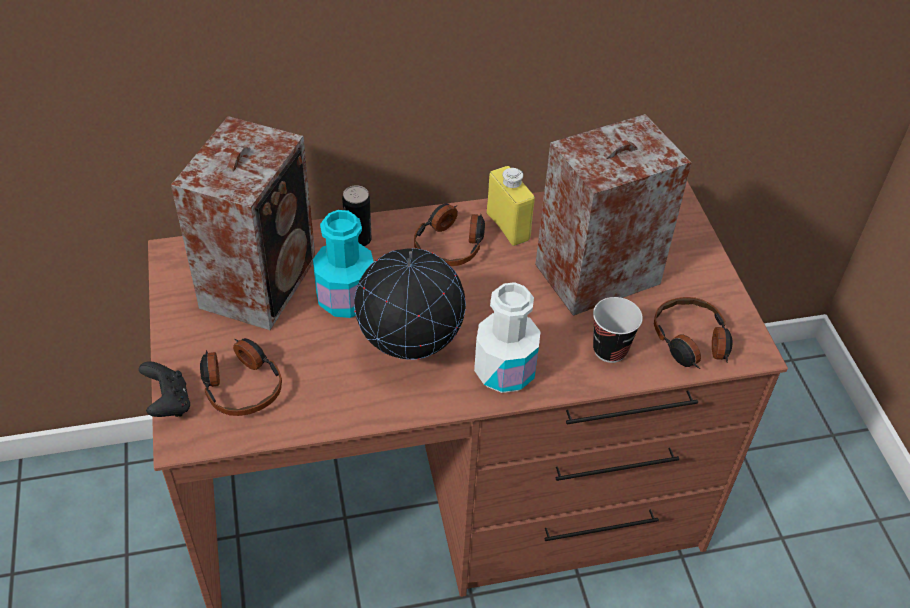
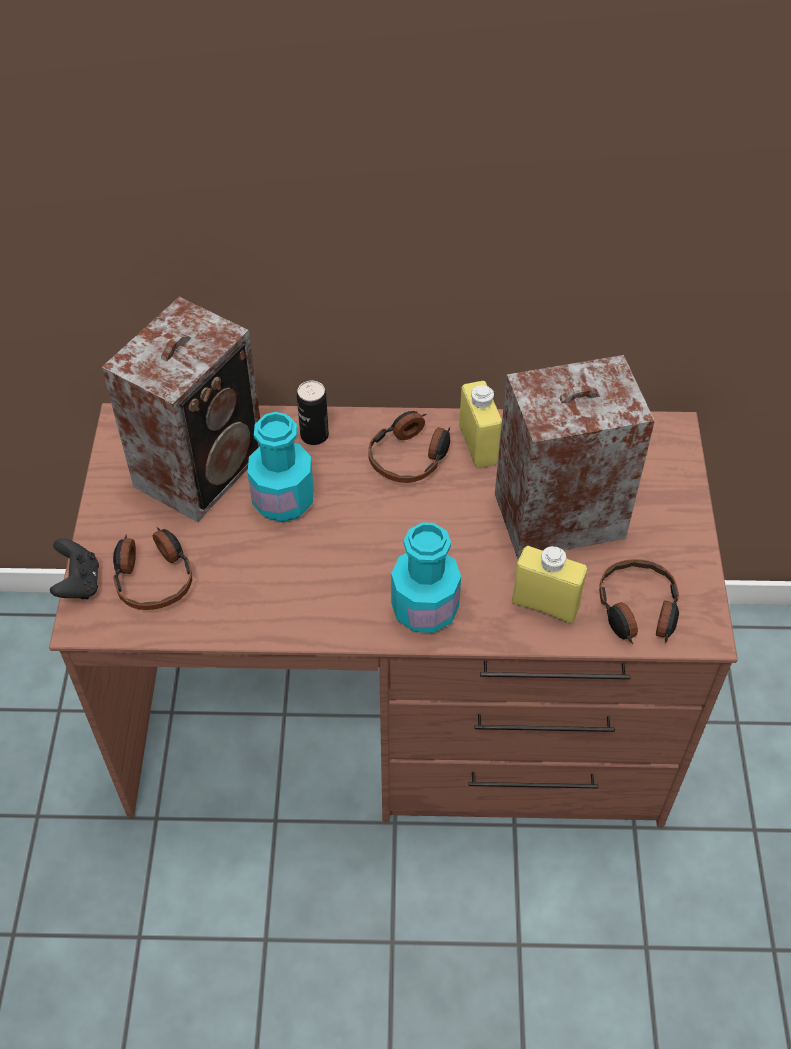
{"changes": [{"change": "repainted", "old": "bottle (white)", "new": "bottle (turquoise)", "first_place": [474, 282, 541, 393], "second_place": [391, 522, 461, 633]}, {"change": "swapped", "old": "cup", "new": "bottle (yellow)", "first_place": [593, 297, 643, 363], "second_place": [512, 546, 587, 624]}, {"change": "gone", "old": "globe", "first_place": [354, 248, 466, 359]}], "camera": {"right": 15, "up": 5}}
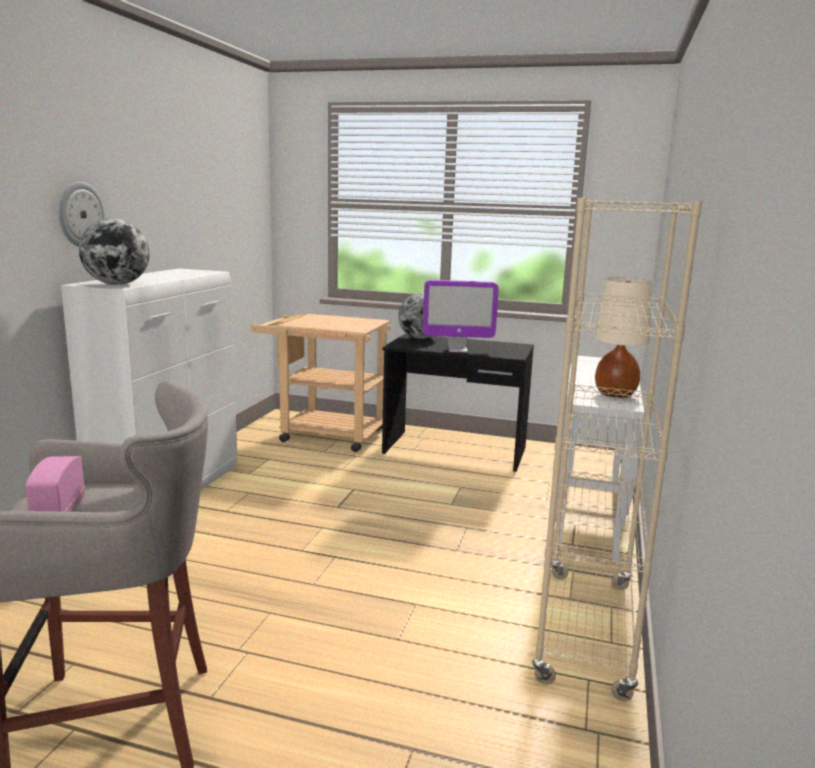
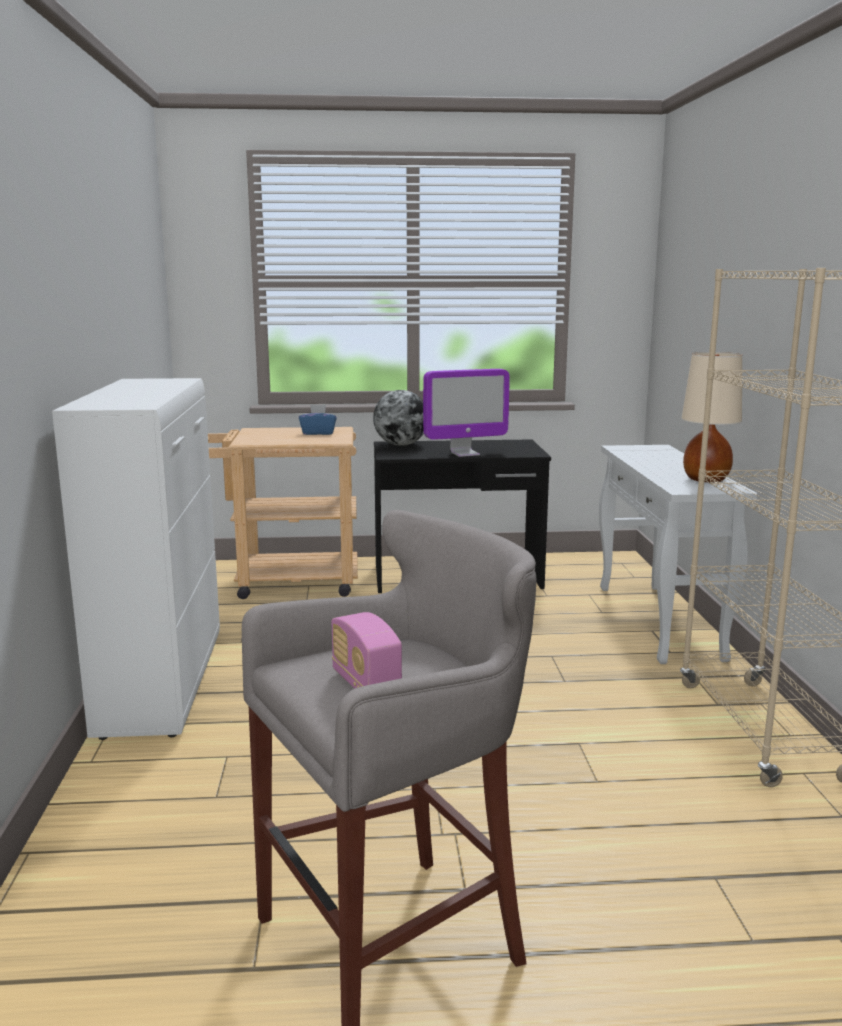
{"changes": [{"change": "new", "new": "tissue box (blue)", "second_place": [299, 405, 337, 435]}, {"change": "gone", "old": "wall clock", "first_place": [58, 181, 105, 247]}, {"change": "gone", "old": "globe", "first_place": [79, 218, 150, 285]}], "camera": {"right": -20, "up": 0}}
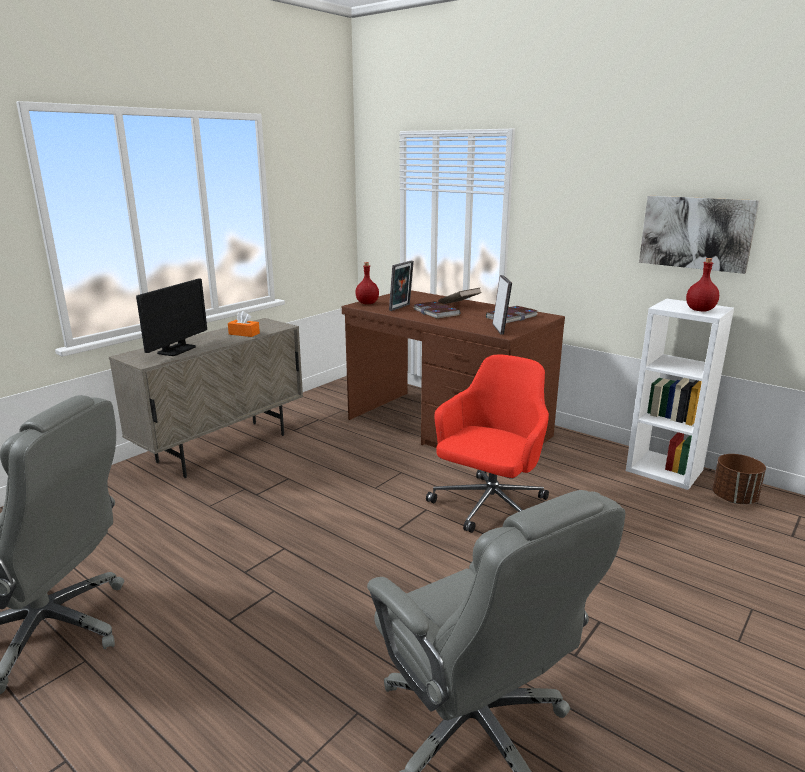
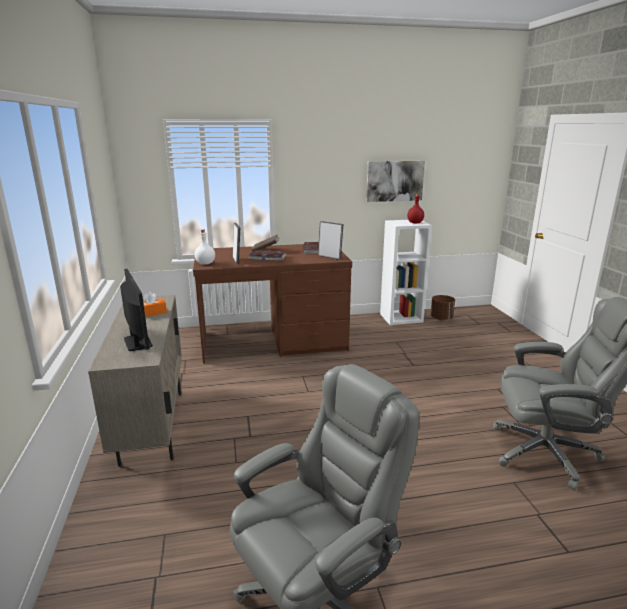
{"changes": [{"change": "repainted", "old": "bottle (red)", "new": "bottle (white)", "first_place": [355, 262, 379, 304], "second_place": [195, 230, 215, 265]}, {"change": "gone", "old": "office chair (red)", "first_place": [426, 355, 549, 533]}], "camera": {"right": -50, "up": 0}}
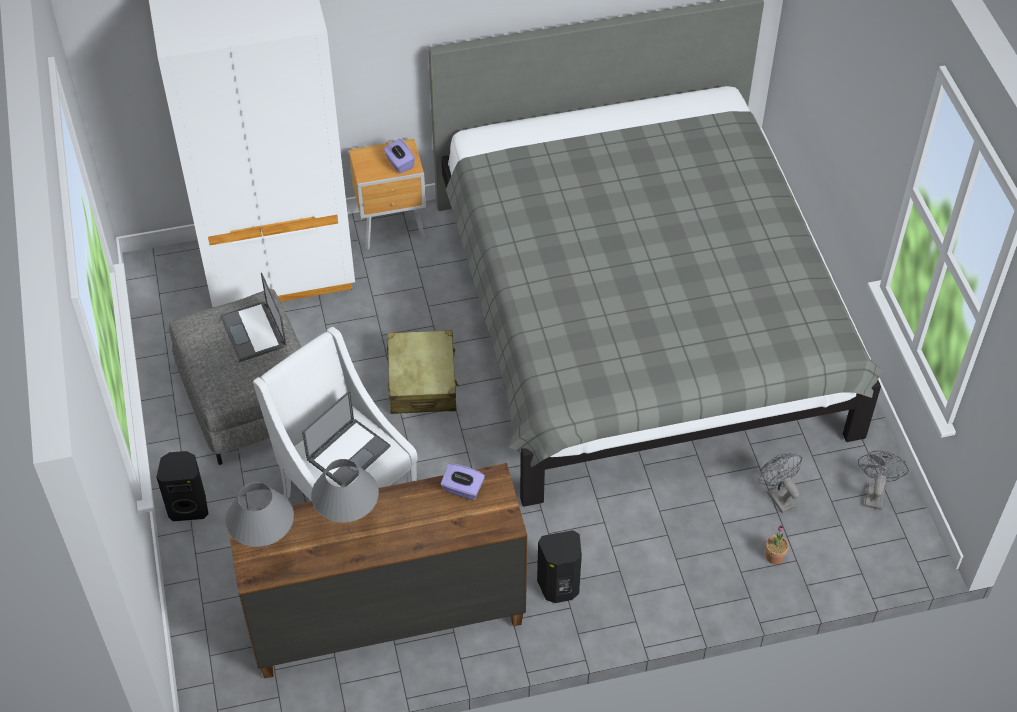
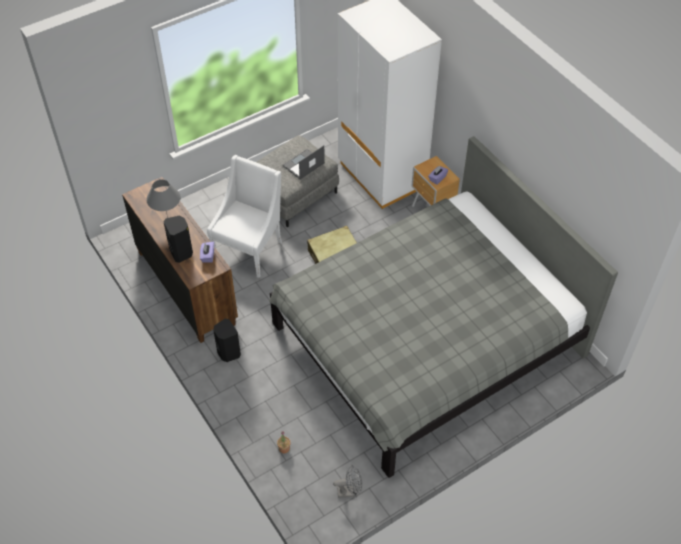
{"changes": [{"change": "shifted", "old": "speaker (black)", "first_place": [156, 451, 209, 521], "second_place": [163, 216, 193, 263]}, {"change": "gone", "old": "table lamp (grey)", "first_place": [226, 483, 294, 555]}, {"change": "gone", "old": "laptop", "first_place": [302, 390, 391, 486]}, {"change": "gone", "old": "fan (grey)", "first_place": [758, 453, 802, 513]}], "camera": {"right": 70, "up": 0}}
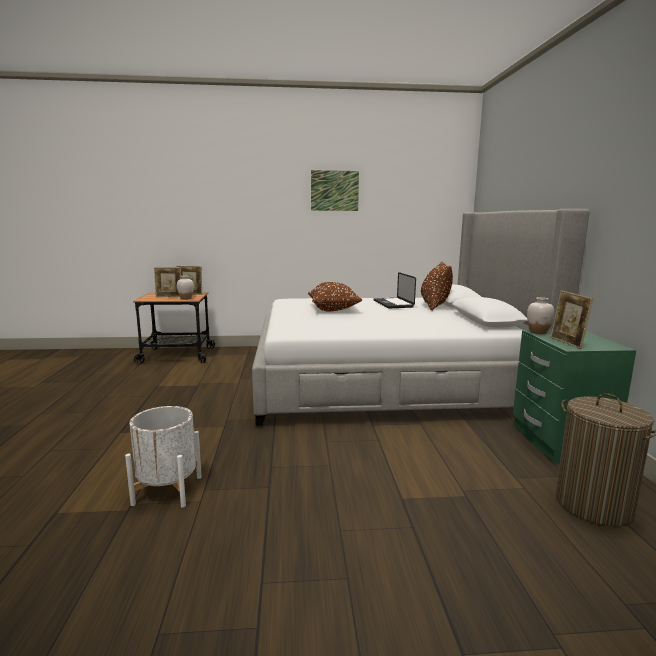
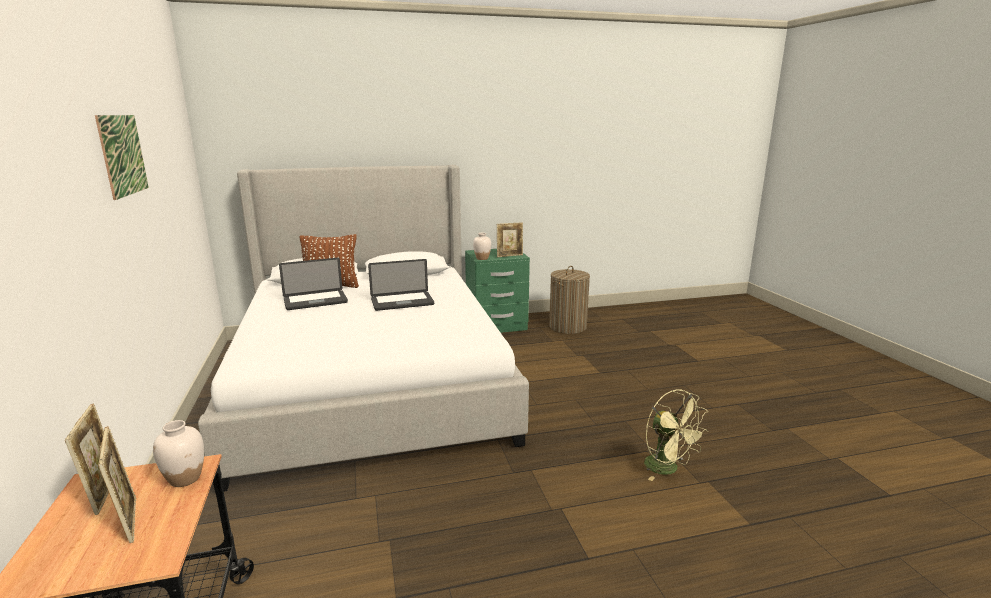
{"changes": [{"change": "new", "new": "laptop", "second_place": [368, 259, 434, 311]}, {"change": "swapped", "old": "planter (white)", "new": "fan (green)", "first_place": [125, 406, 202, 508], "second_place": [644, 390, 708, 481]}, {"change": "gone", "old": "pillow (brown)", "first_place": [308, 282, 362, 312]}], "camera": {"right": -100, "up": 5}}
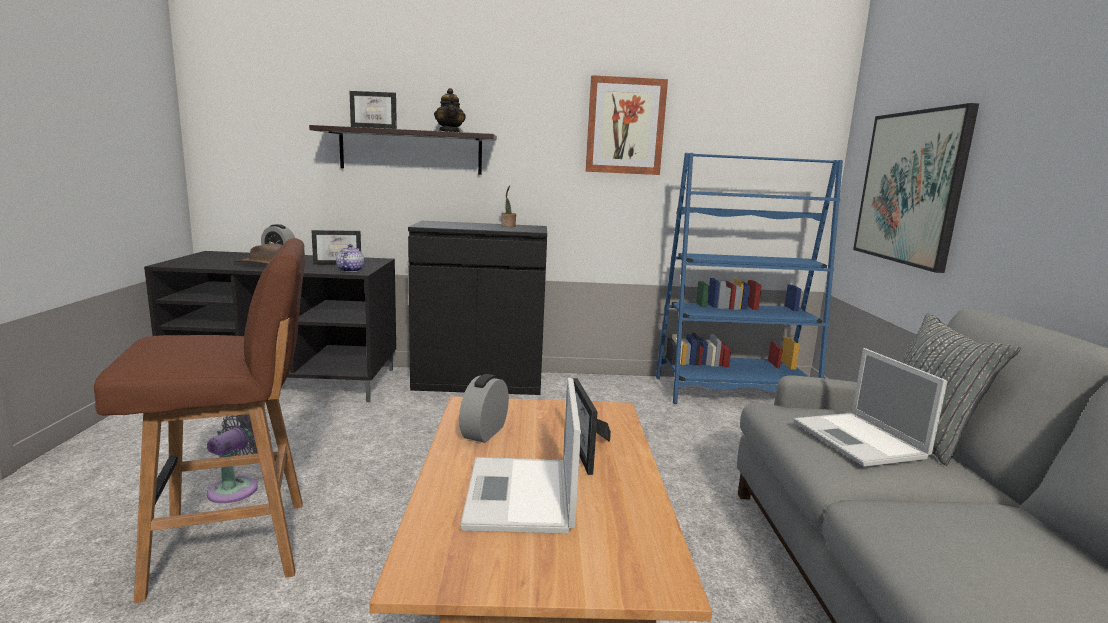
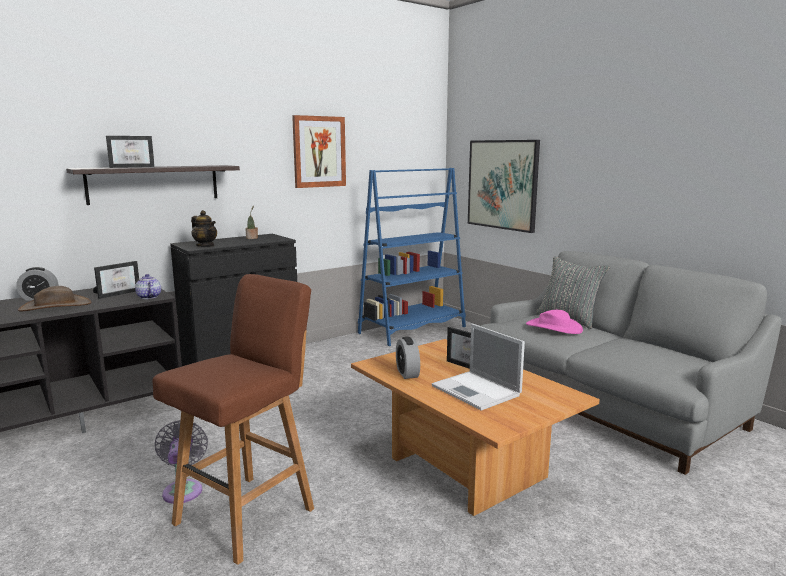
{"changes": [{"change": "shifted", "old": "teapot", "first_place": [434, 88, 466, 132], "second_place": [191, 210, 217, 247]}, {"change": "swapped", "old": "laptop", "new": "hat (pink)", "first_place": [794, 348, 948, 467], "second_place": [526, 310, 583, 334]}], "camera": {"right": -35, "up": 0}}
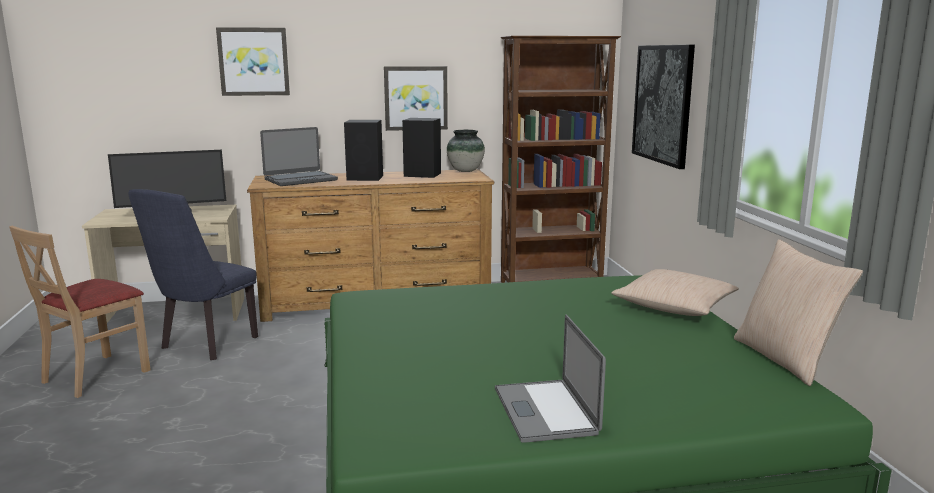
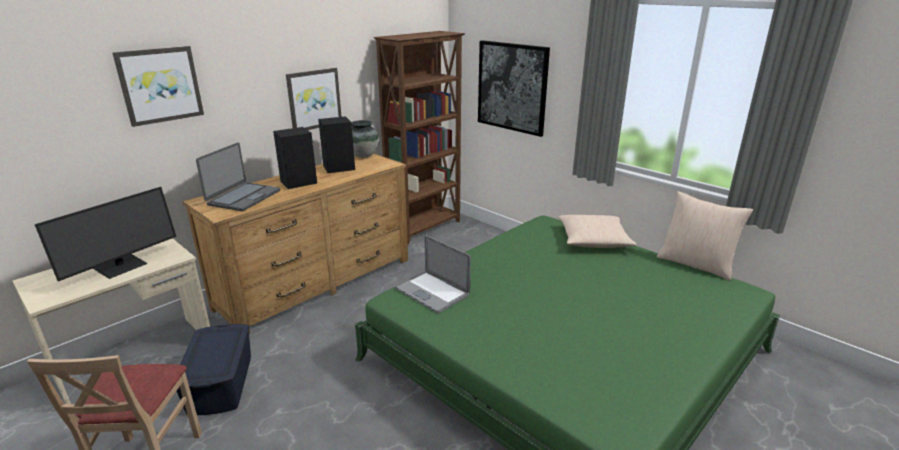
{"changes": [{"change": "swapped", "old": "chair (blue)", "new": "storage box (blue)", "first_place": [128, 189, 258, 360], "second_place": [177, 324, 251, 415]}, {"change": "shifted", "old": "laptop", "first_place": [495, 314, 606, 443], "second_place": [394, 235, 471, 314]}], "camera": {"right": -35, "up": 10}}
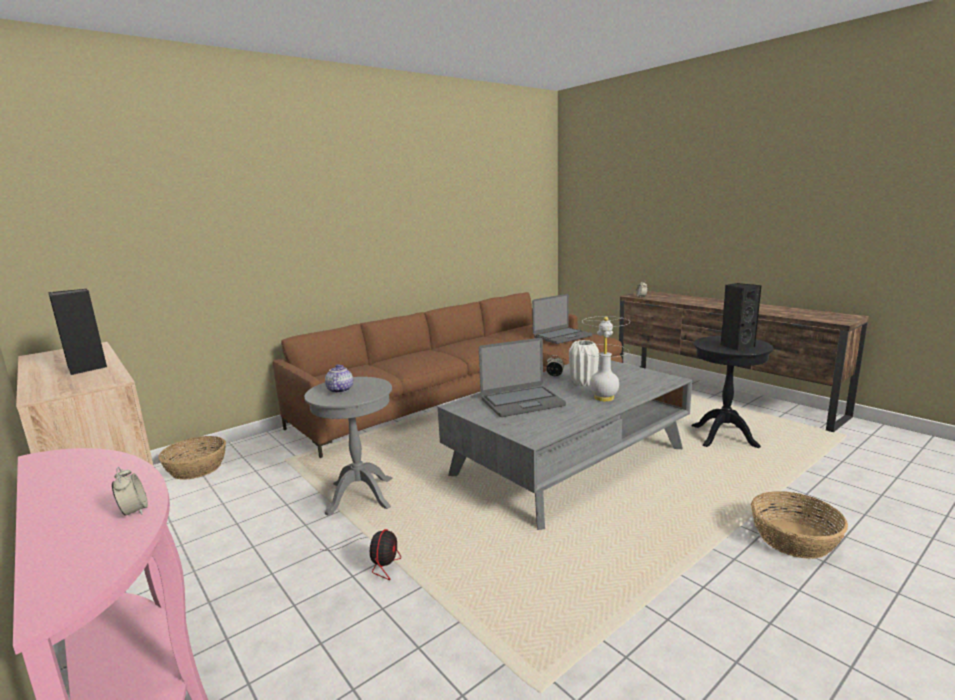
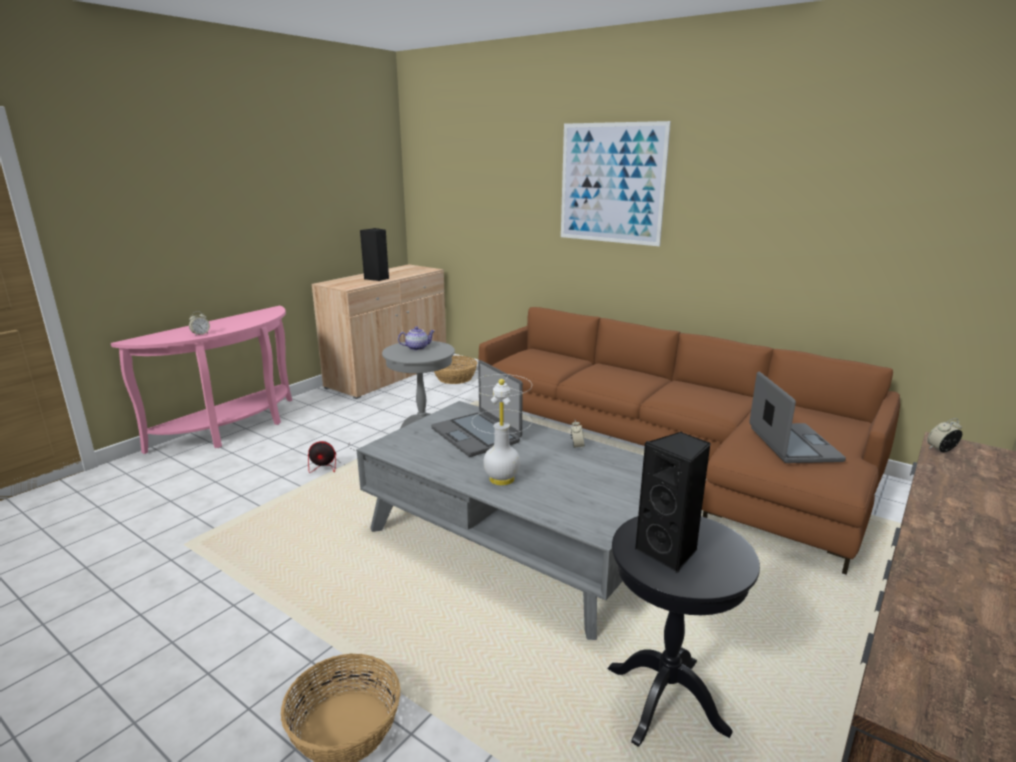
{"changes": [{"change": "new", "new": "picture", "second_place": [561, 121, 671, 246]}, {"change": "rotated", "old": "laptop", "first_place": [532, 294, 592, 344], "second_place": [749, 372, 846, 463], "degrees": -135}, {"change": "gone", "old": "vase (white)", "first_place": [569, 340, 599, 386]}], "camera": {"right": 75, "up": 5}}
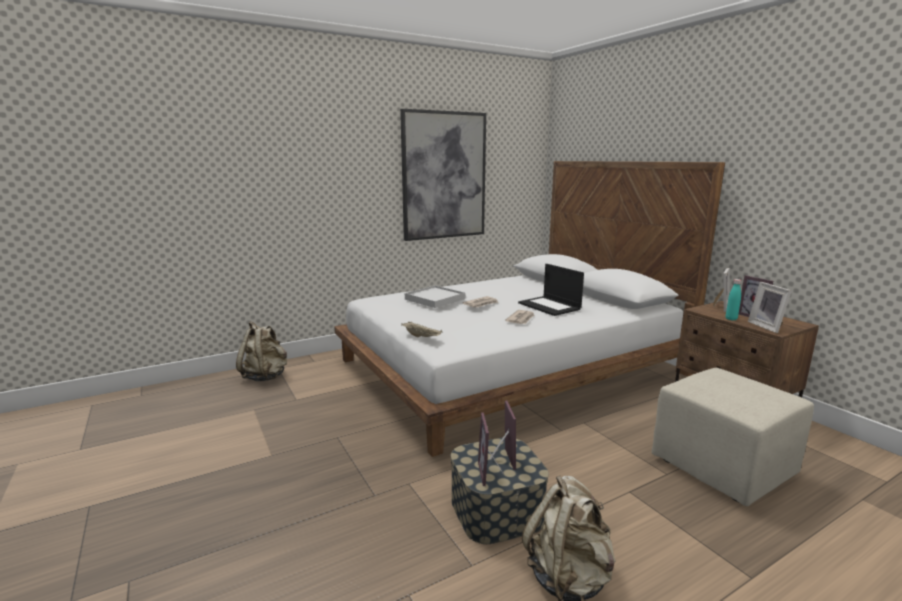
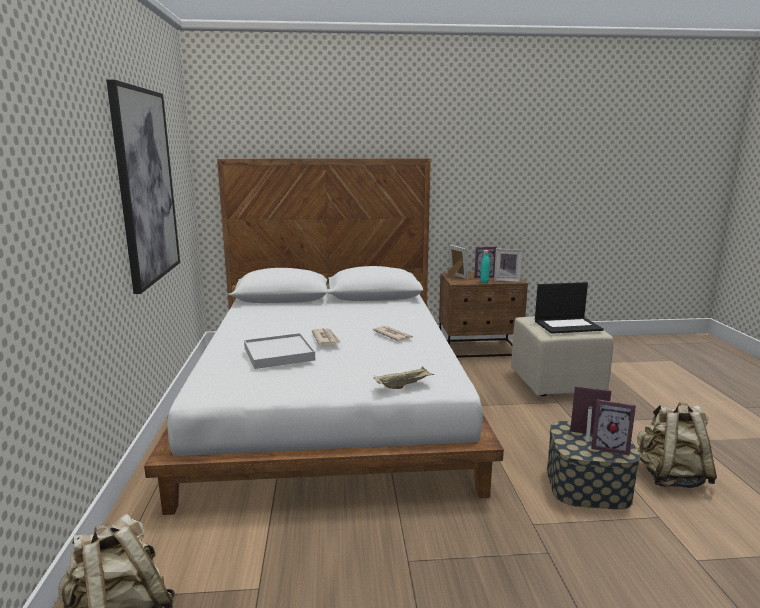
{"changes": [{"change": "shifted", "old": "laptop", "first_place": [518, 264, 584, 316], "second_place": [535, 282, 604, 334]}], "camera": {"right": -65, "up": 0}}
